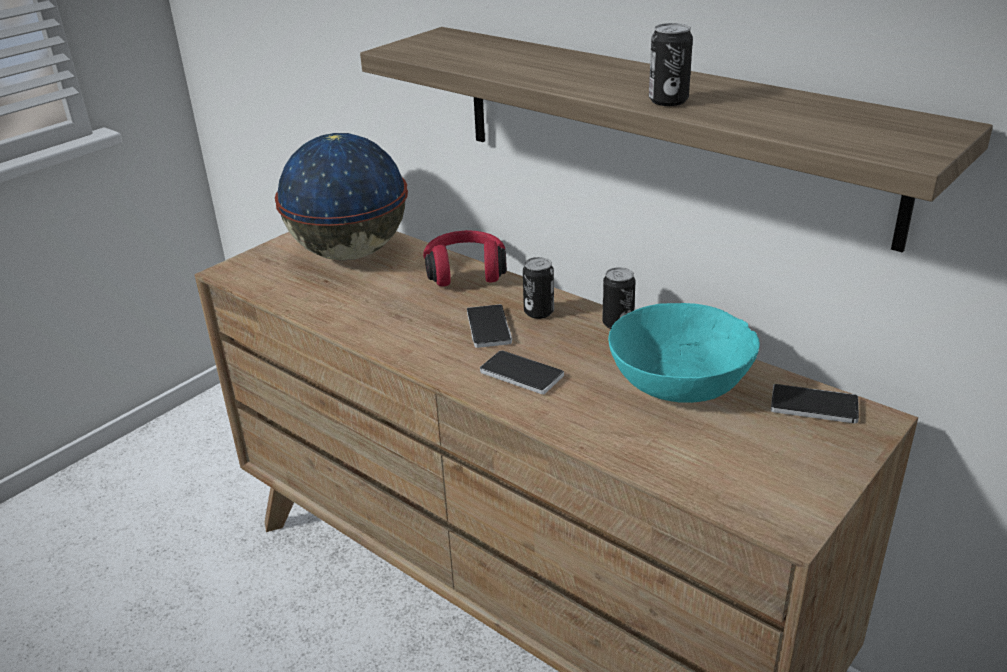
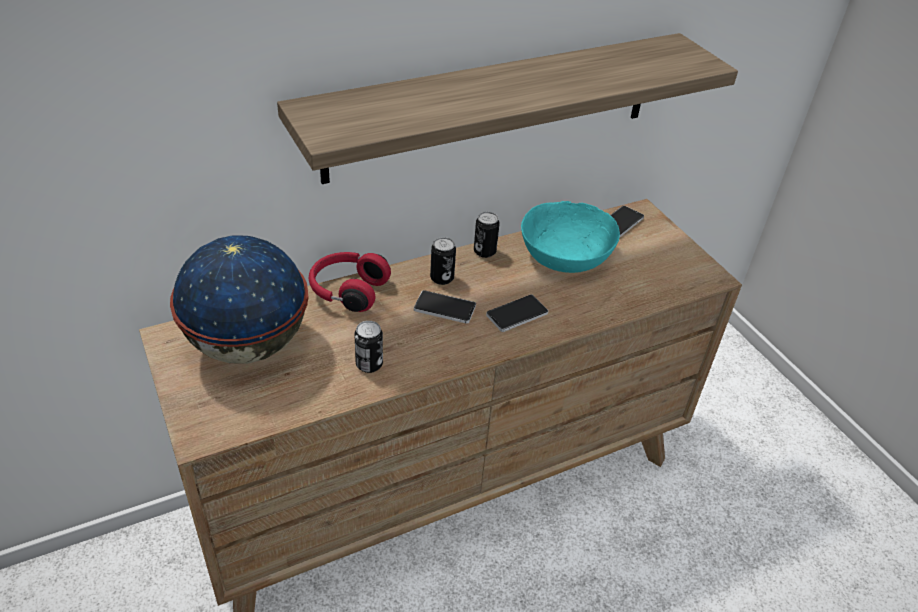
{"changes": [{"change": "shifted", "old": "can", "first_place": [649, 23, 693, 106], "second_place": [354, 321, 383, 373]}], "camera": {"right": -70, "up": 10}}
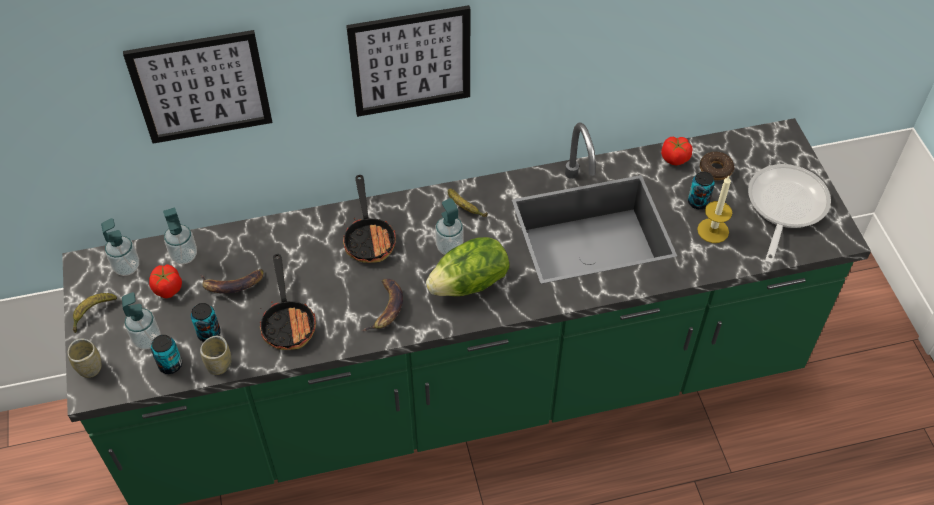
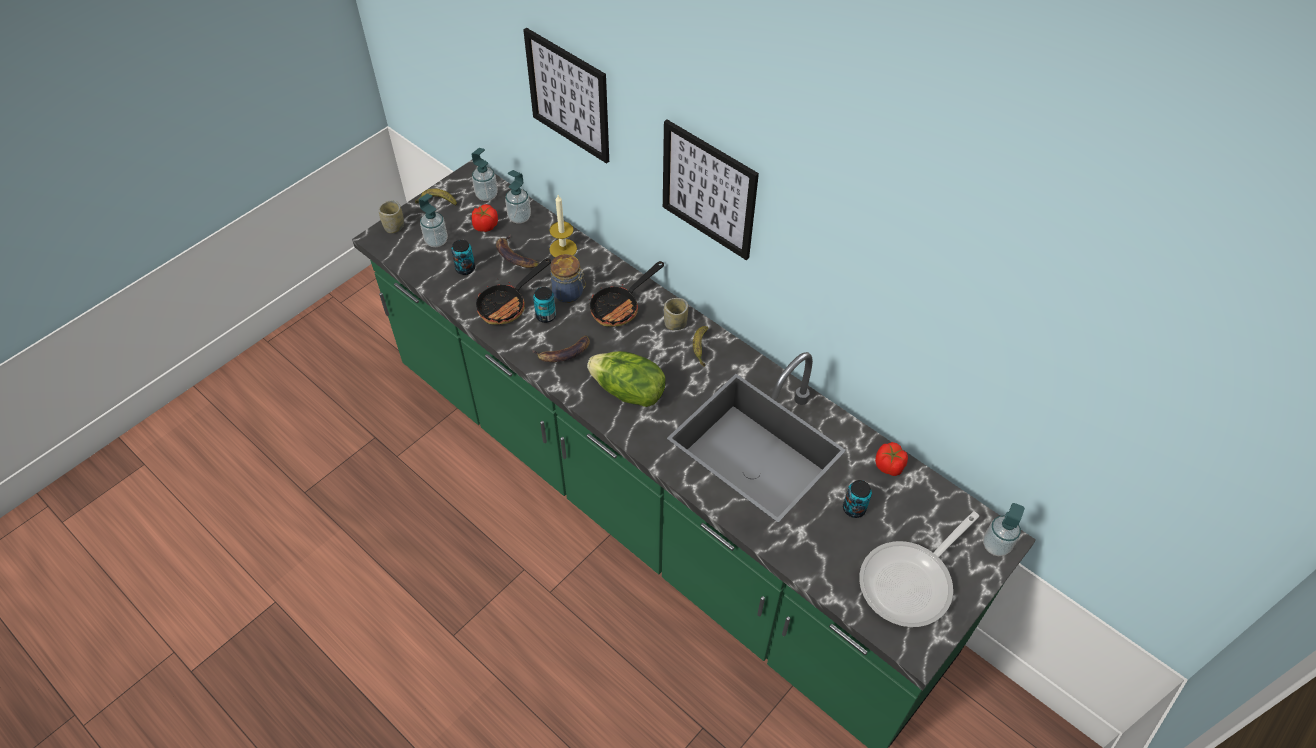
{"changes": [{"change": "shifted", "old": "can", "first_place": [151, 335, 182, 374], "second_place": [533, 287, 556, 323]}, {"change": "shifted", "old": "candle", "first_place": [697, 176, 732, 243], "second_place": [549, 195, 577, 257]}, {"change": "new", "new": "jar", "second_place": [550, 254, 586, 303]}, {"change": "shifted", "old": "cup", "first_place": [200, 336, 232, 375], "second_place": [664, 298, 688, 330]}, {"change": "rotated", "old": "frying pan", "first_place": [748, 164, 831, 264], "second_place": [859, 511, 979, 627], "degrees": 150}, {"change": "shifted", "old": "soap dispenser", "first_place": [435, 198, 463, 255], "second_place": [983, 503, 1025, 556]}, {"change": "gone", "old": "donut", "first_place": [700, 152, 734, 180]}], "camera": {"right": 55, "up": 0}}
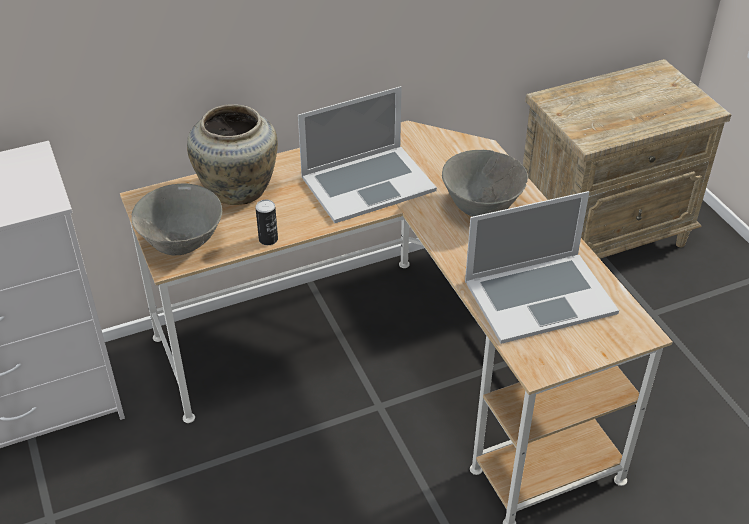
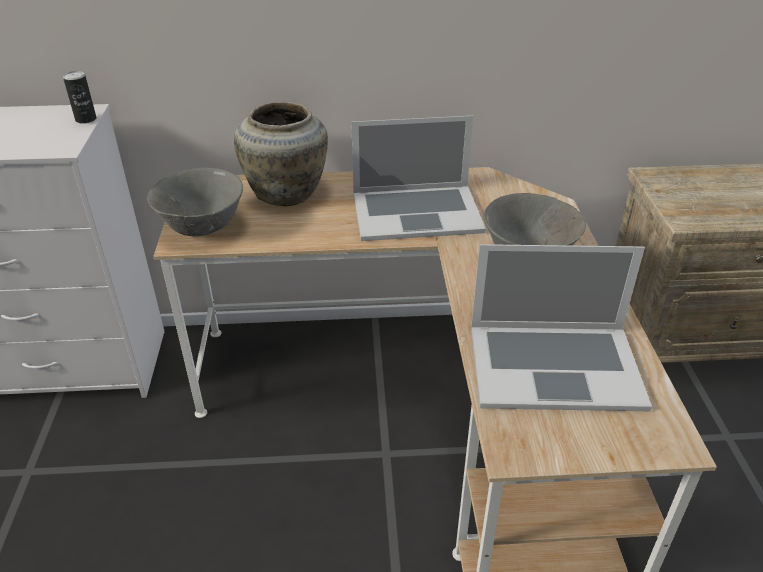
{"changes": [{"change": "shifted", "old": "can", "first_place": [255, 200, 278, 245], "second_place": [63, 71, 97, 124]}], "camera": {"right": 20, "up": -5}}
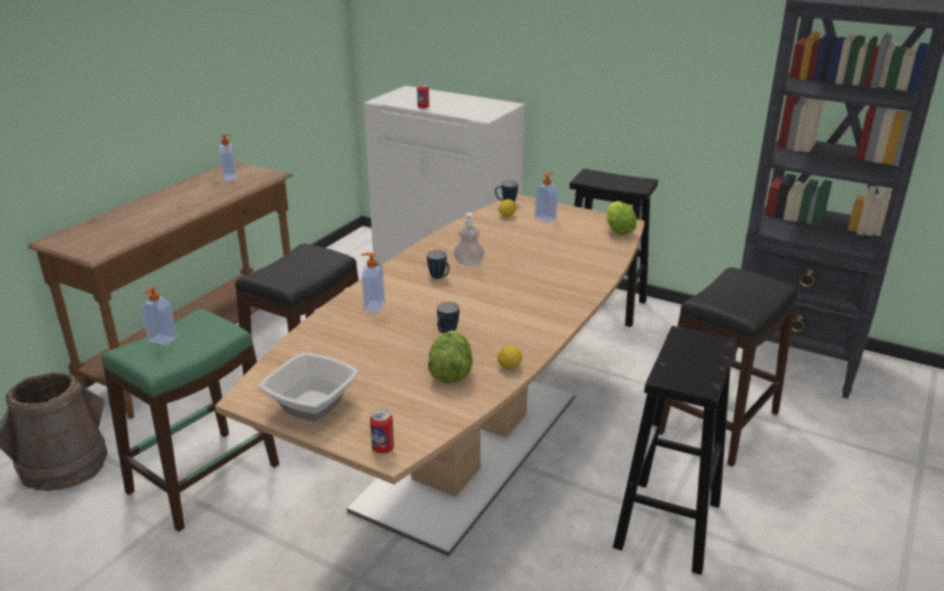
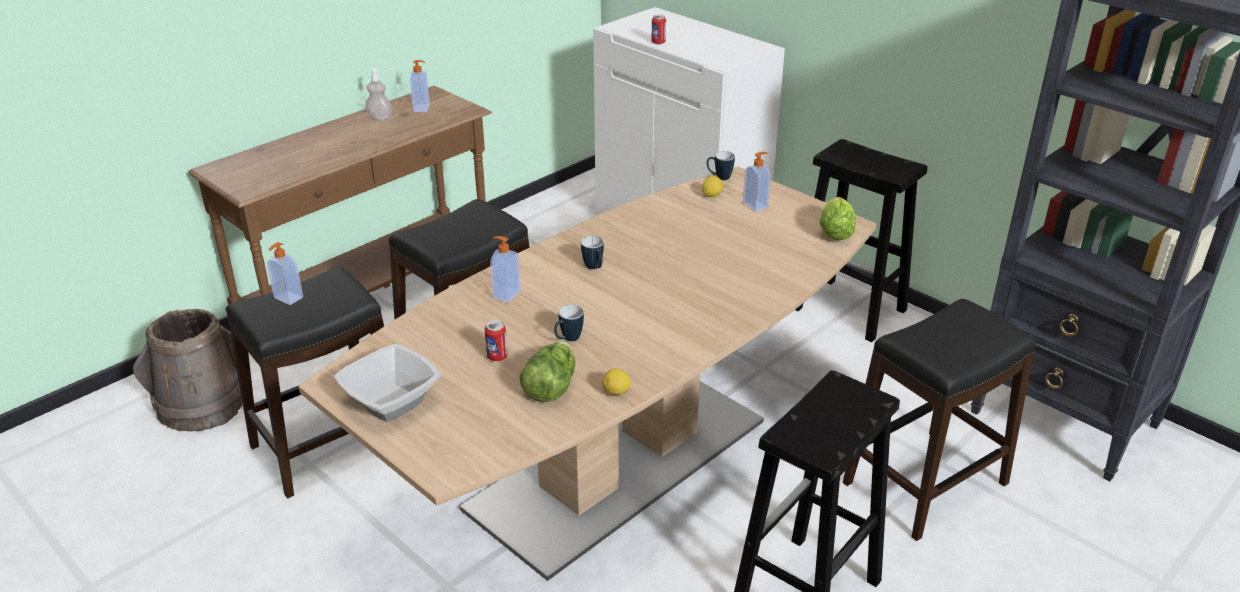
{"changes": [{"change": "repainted", "old": "stool (green)", "new": "stool (black)", "first_place": [101, 309, 279, 532], "second_place": [226, 267, 384, 499]}, {"change": "shifted", "old": "soap dispenser", "first_place": [454, 212, 484, 266], "second_place": [365, 68, 392, 120]}, {"change": "shifted", "old": "can", "first_place": [370, 409, 394, 453], "second_place": [485, 320, 508, 361]}], "camera": {"right": 15, "up": 5}}
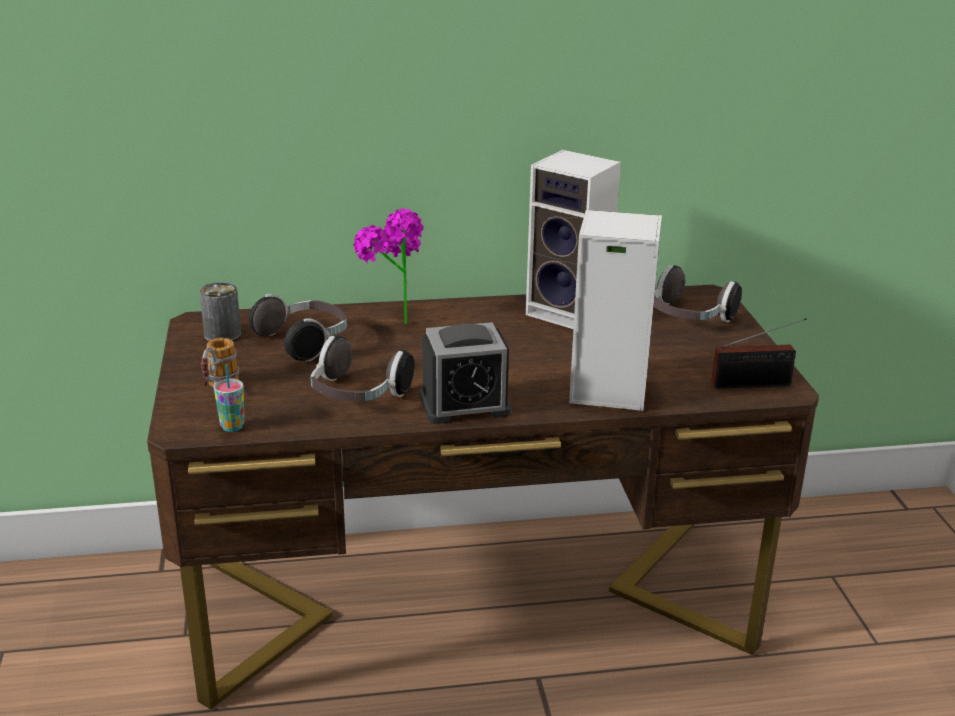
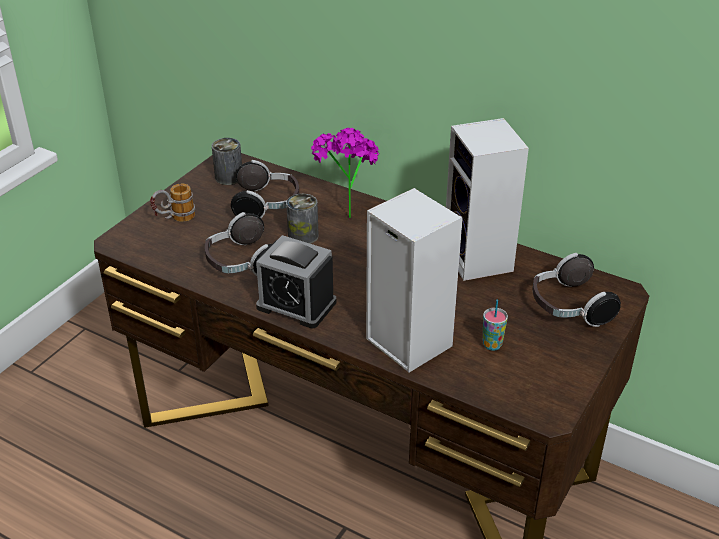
{"changes": [{"change": "new", "new": "can", "second_place": [286, 194, 319, 244]}, {"change": "shifted", "old": "cup", "first_place": [214, 364, 244, 432], "second_place": [483, 299, 508, 351]}, {"change": "gone", "old": "radio", "first_place": [712, 318, 807, 389]}], "camera": {"right": 40, "up": 10}}
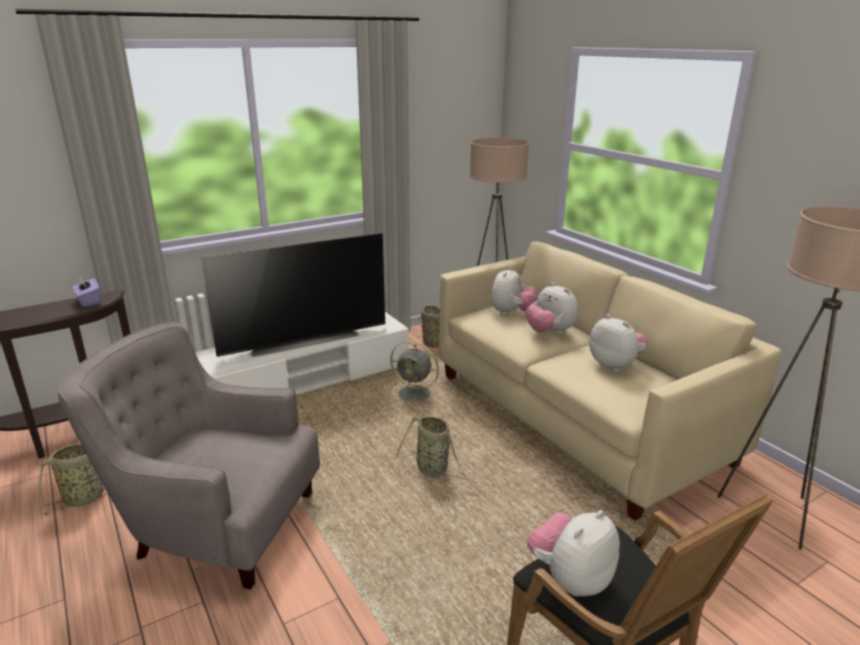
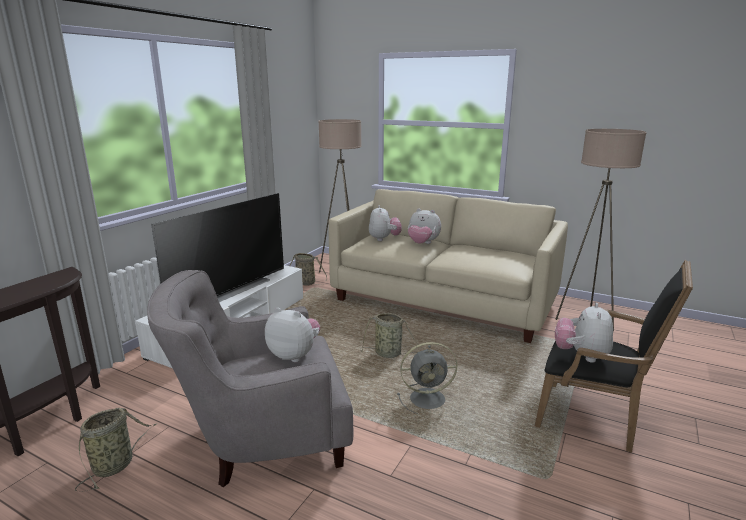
{"changes": [{"change": "shifted", "old": "plush toy", "first_place": [589, 314, 648, 372], "second_place": [265, 307, 320, 362]}, {"change": "shifted", "old": "fan (grey)", "first_place": [389, 341, 439, 402], "second_place": [397, 342, 457, 414]}, {"change": "gone", "old": "tissue box (purple)", "first_place": [72, 277, 101, 307]}], "camera": {"right": -30, "up": -5}}
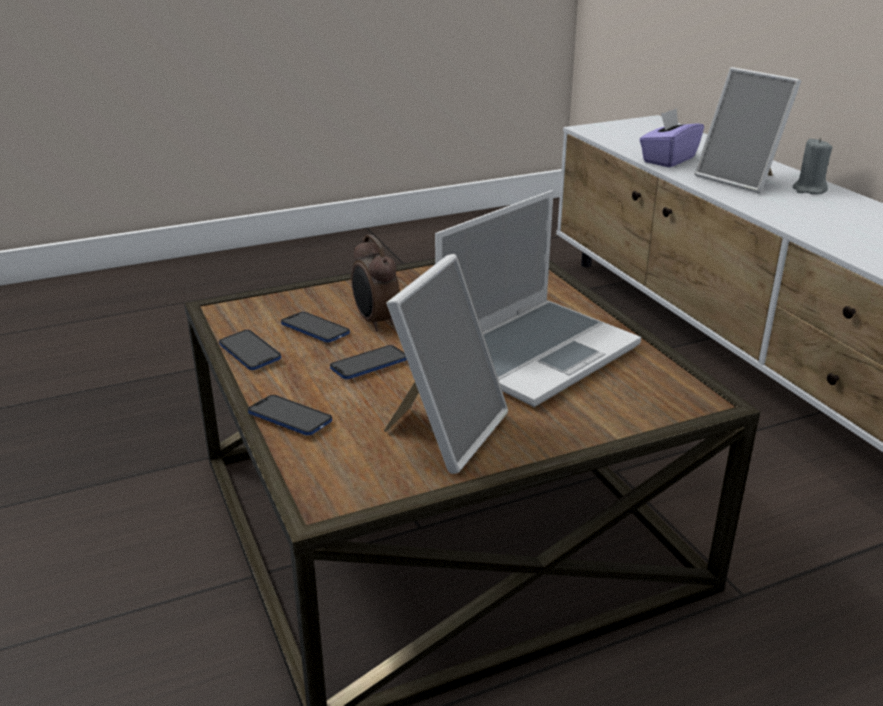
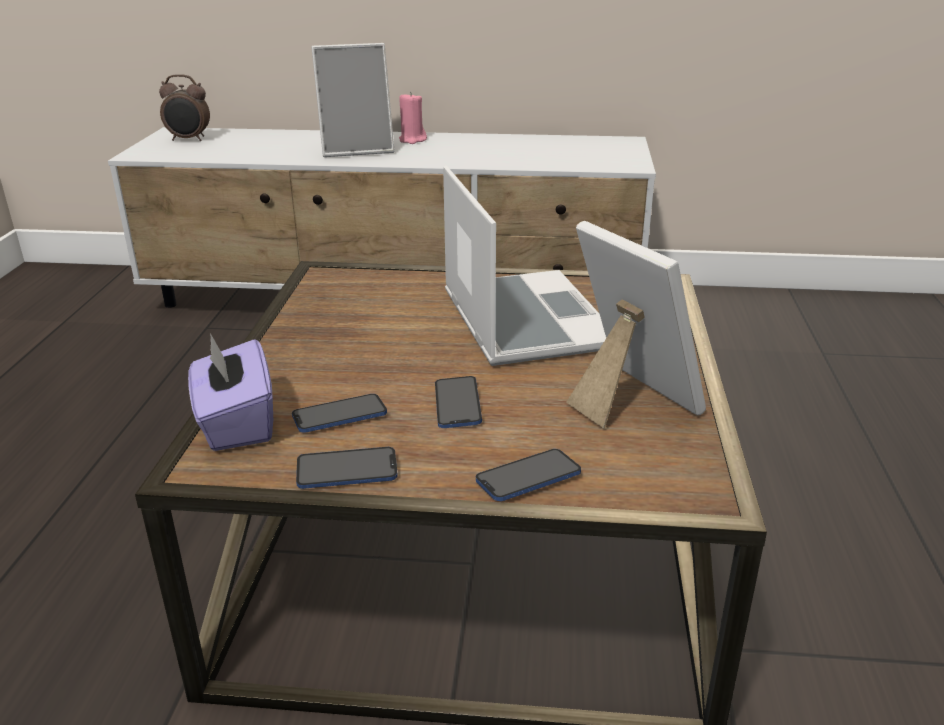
{"changes": [{"change": "shifted", "old": "alarm clock", "first_place": [351, 234, 400, 332], "second_place": [159, 74, 210, 141]}, {"change": "shifted", "old": "tissue box (purple)", "first_place": [639, 109, 704, 167], "second_place": [188, 335, 273, 451]}, {"change": "repainted", "old": "candle (grey)", "new": "candle (pink)", "first_place": [793, 138, 833, 194], "second_place": [399, 92, 427, 144]}], "camera": {"right": -60, "up": 0}}
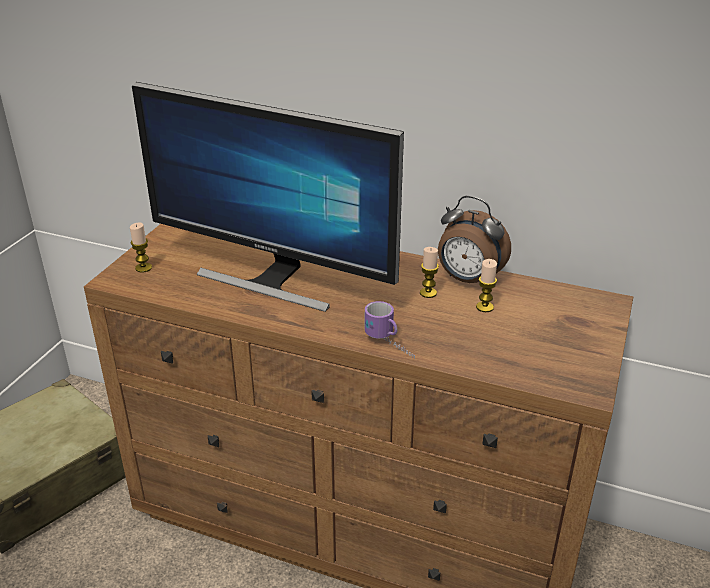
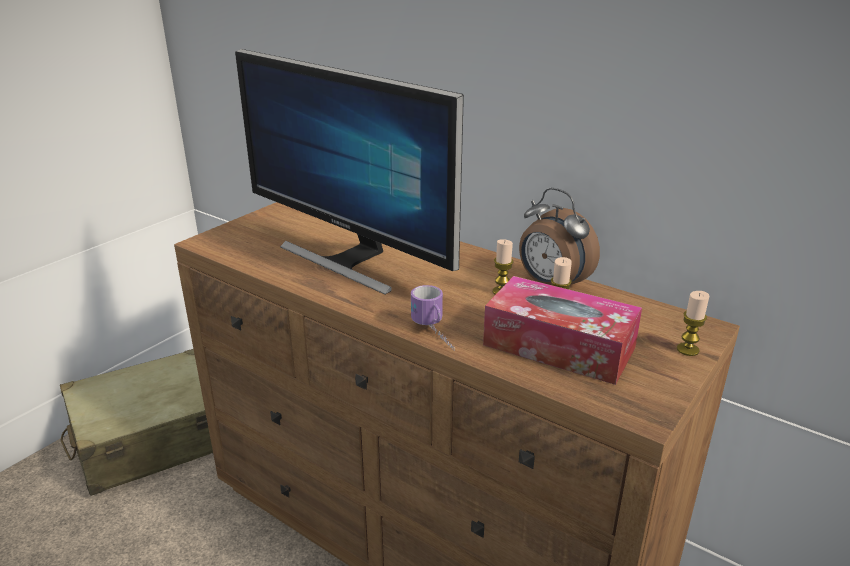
{"changes": [{"change": "new", "new": "tissue box", "second_place": [483, 276, 642, 385]}, {"change": "shifted", "old": "candle", "first_place": [130, 222, 152, 273], "second_place": [677, 291, 709, 356]}], "camera": {"right": 15, "up": -5}}
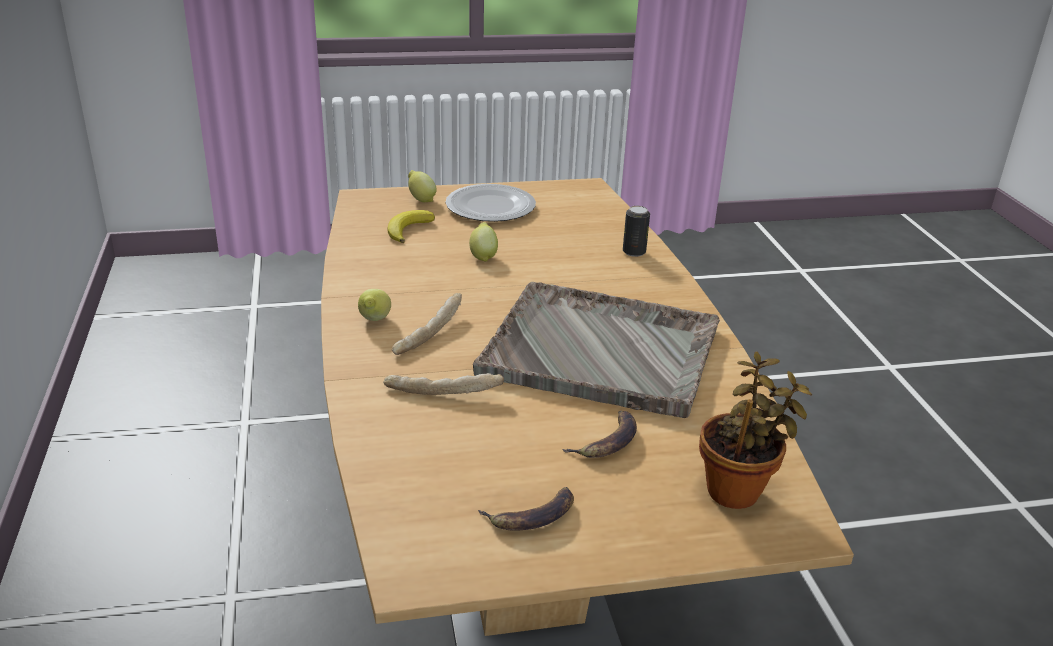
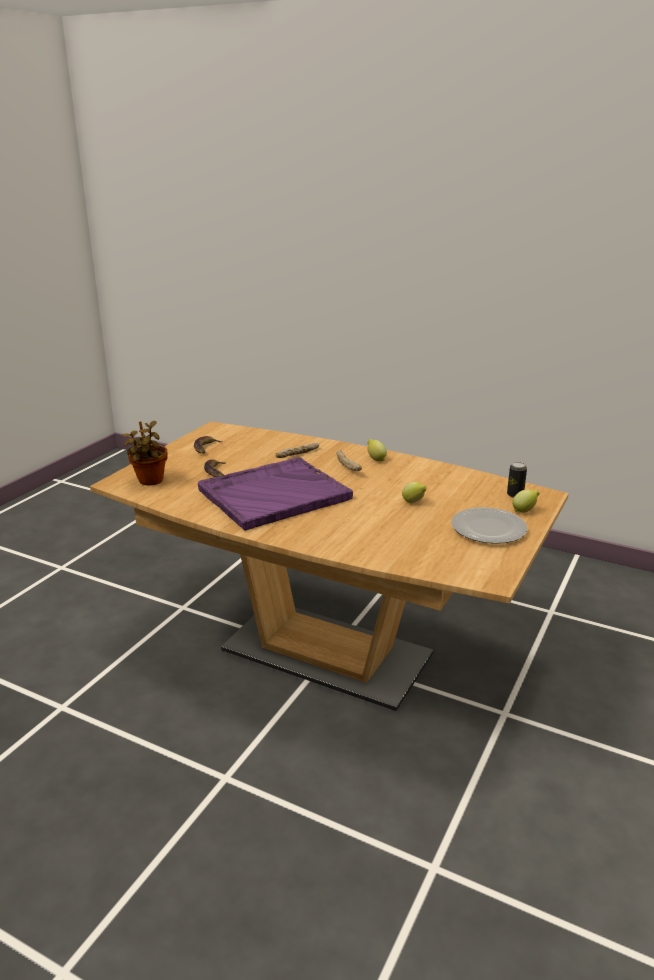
{"changes": [{"change": "repainted", "old": "tray (grey)", "new": "tray (purple)", "first_place": [473, 282, 720, 418], "second_place": [198, 457, 353, 531]}, {"change": "shifted", "old": "can", "first_place": [623, 206, 650, 257], "second_place": [507, 462, 527, 498]}, {"change": "gone", "old": "banana", "first_place": [387, 210, 435, 243]}], "camera": {"right": 130, "up": -5}}
